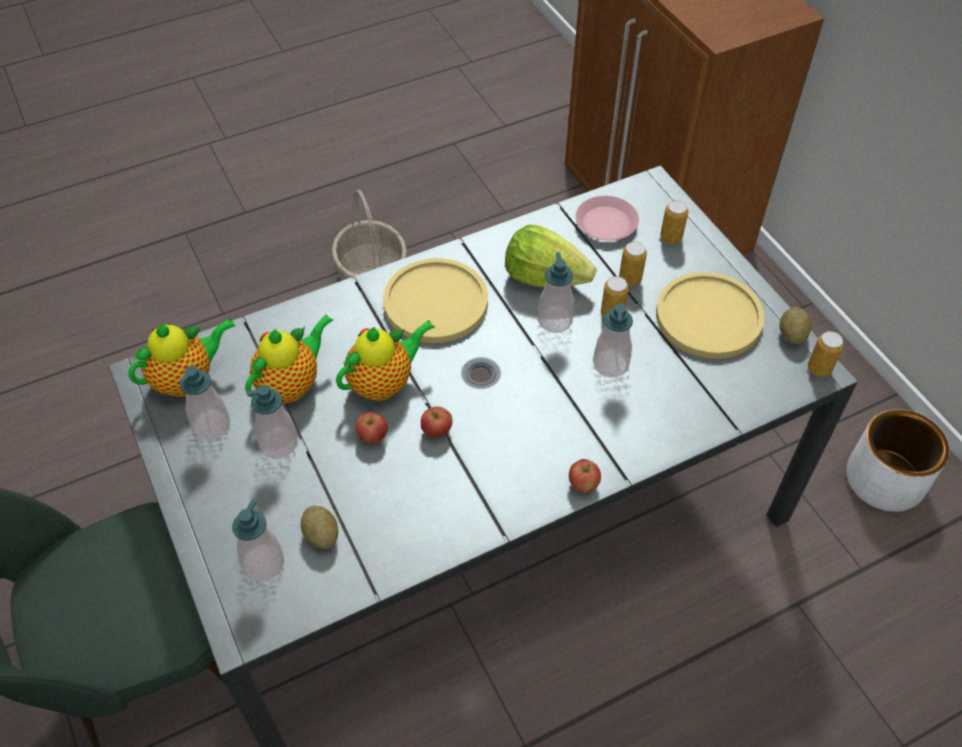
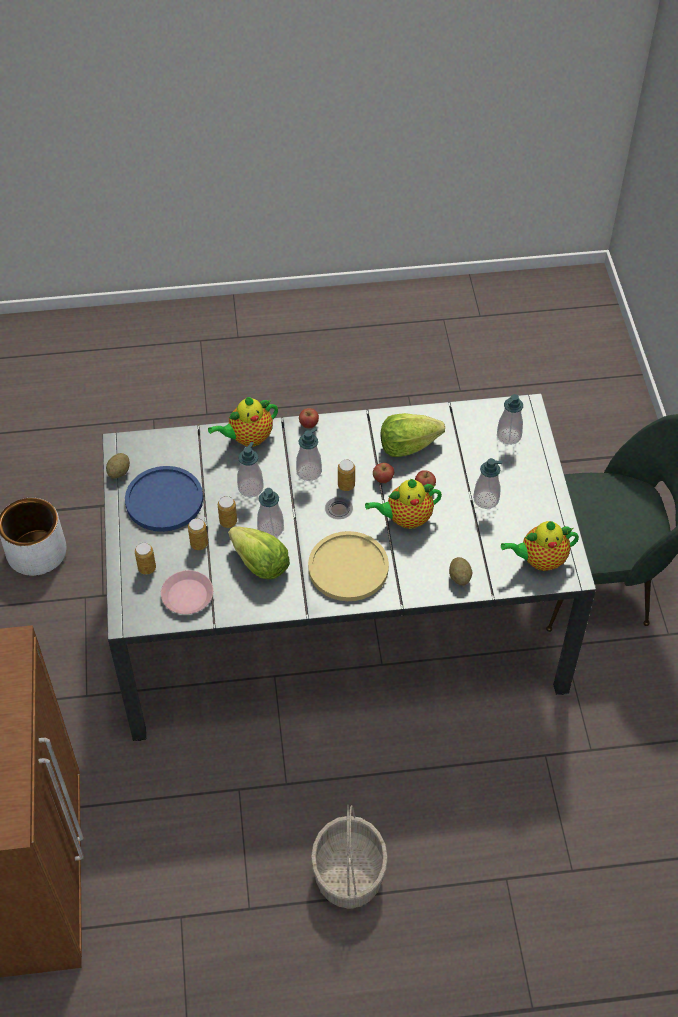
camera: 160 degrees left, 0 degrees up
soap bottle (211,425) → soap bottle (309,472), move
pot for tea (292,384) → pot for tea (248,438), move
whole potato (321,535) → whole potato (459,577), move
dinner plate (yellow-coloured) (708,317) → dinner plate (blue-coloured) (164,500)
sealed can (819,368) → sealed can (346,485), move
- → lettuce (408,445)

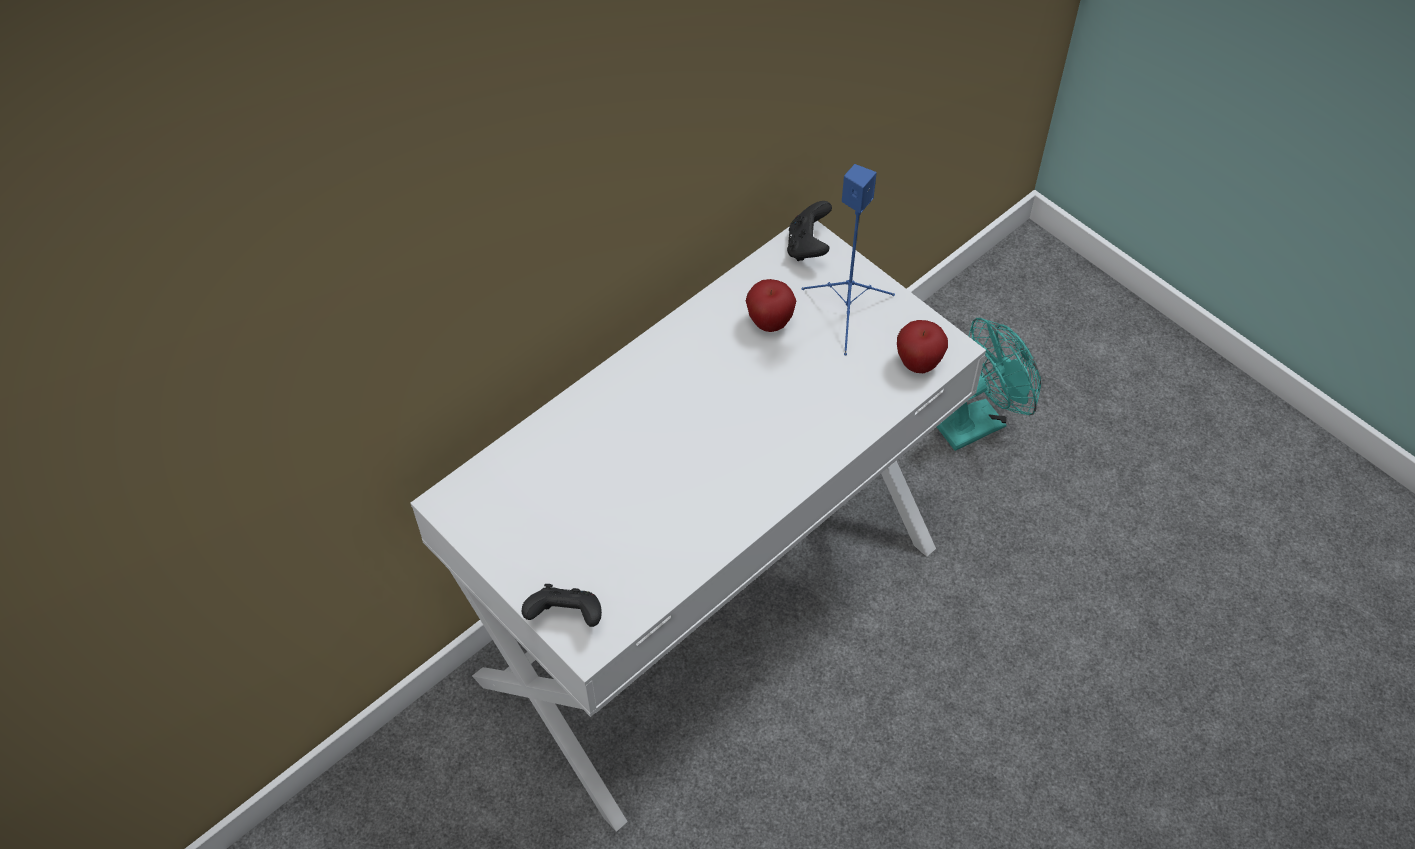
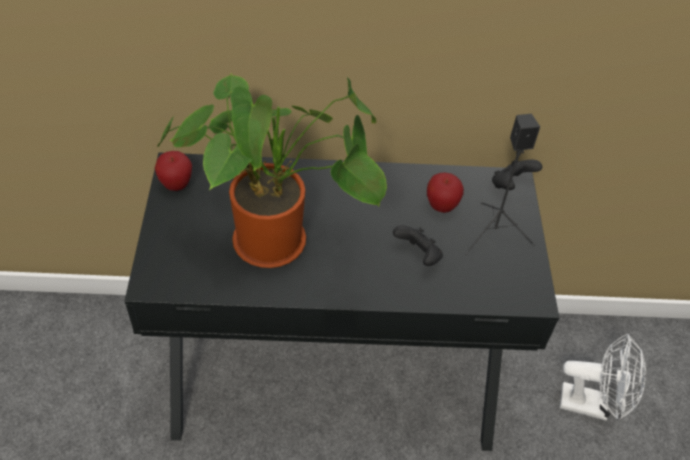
camera: 40 degrees right, 5 degrees down
hall table (whitish) (708,609) → hall table (blackish) (334,373)
gamepad (blackish) (566,617) → gamepad (blackish) (418,256), move
loudspeaker (blue-coloured) (848,311) → loudspeaker (blackish) (495,233)
apple (918,363) → apple (176,185), move
cooling fan (turquoise) (979,421) → cooling fan (whitish) (592,404)
- → potted plant (278,241)

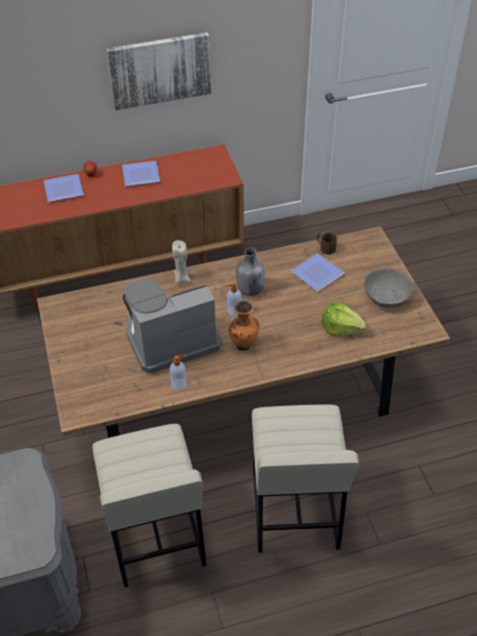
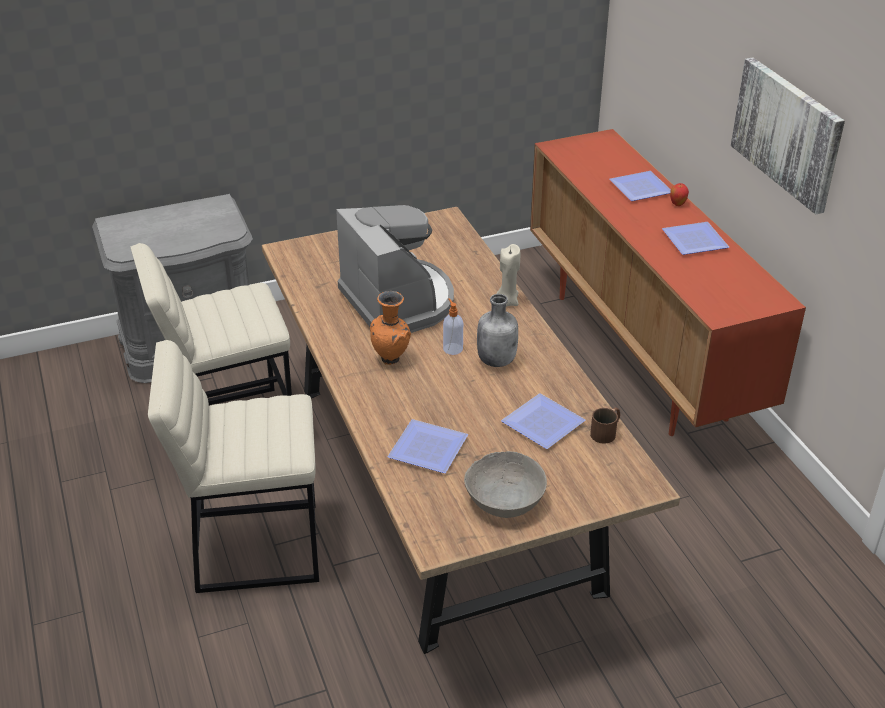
camera: 85 degrees right, 10 degrees down
soap bottle (179,384) → -
lettuce (340,328) → dinner plate (431,448)

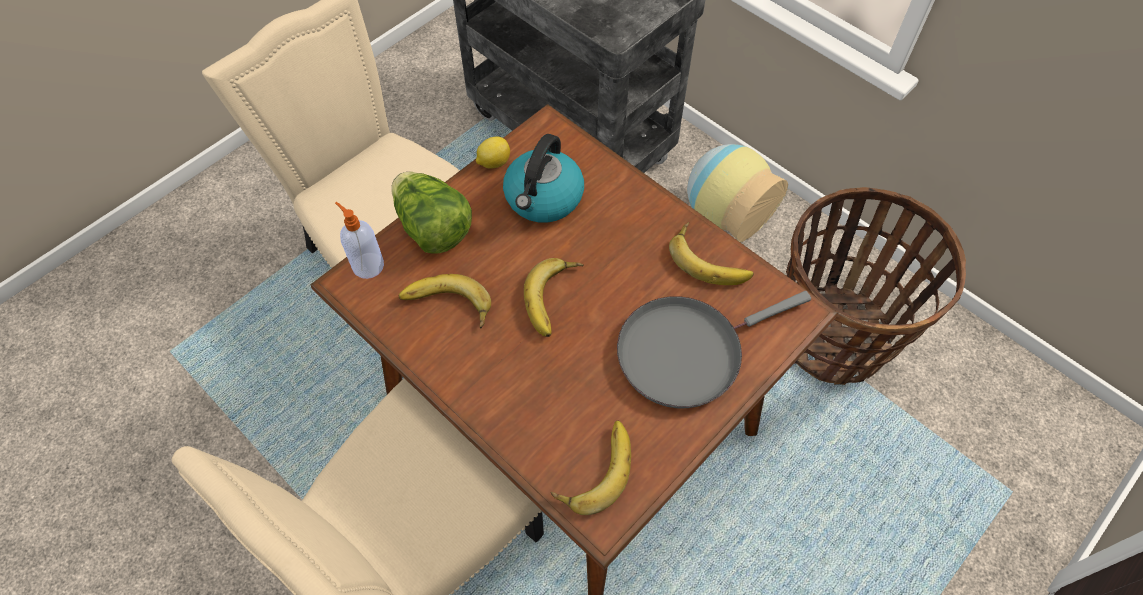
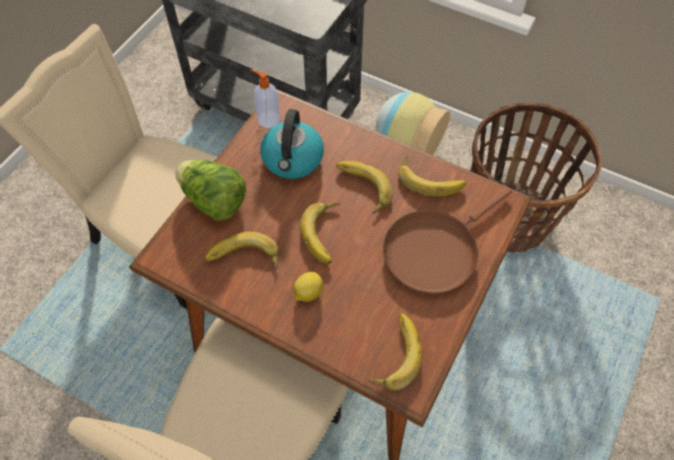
camera: 15 degrees left, 0 degrees up
soap bottle (367,265) → soap bottle (268,119), move
whole lemon (493,162) → whole lemon (308,293), move
pan (gray) (686,351) → pan (brownish) (434,250)
- → banana fruit (361,188)

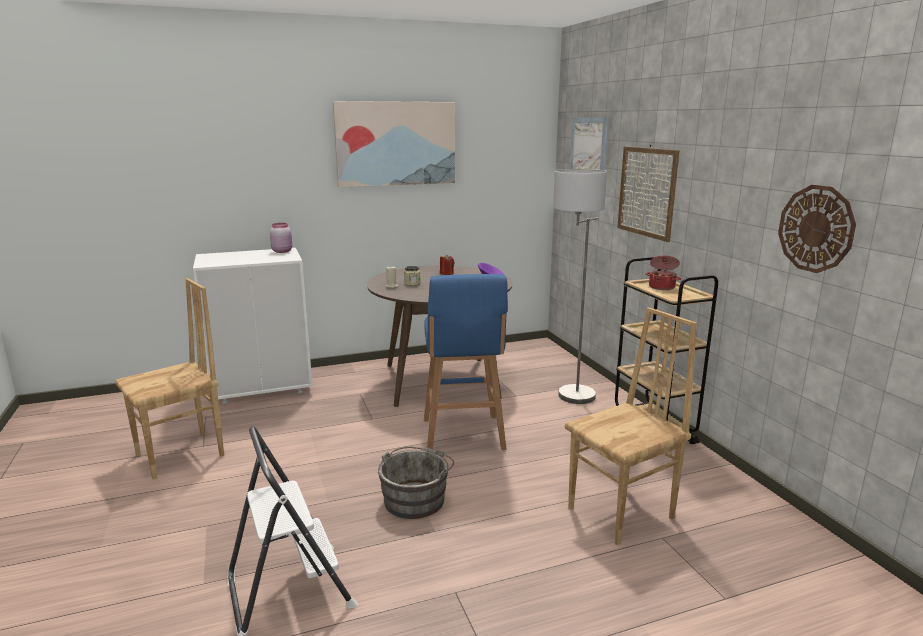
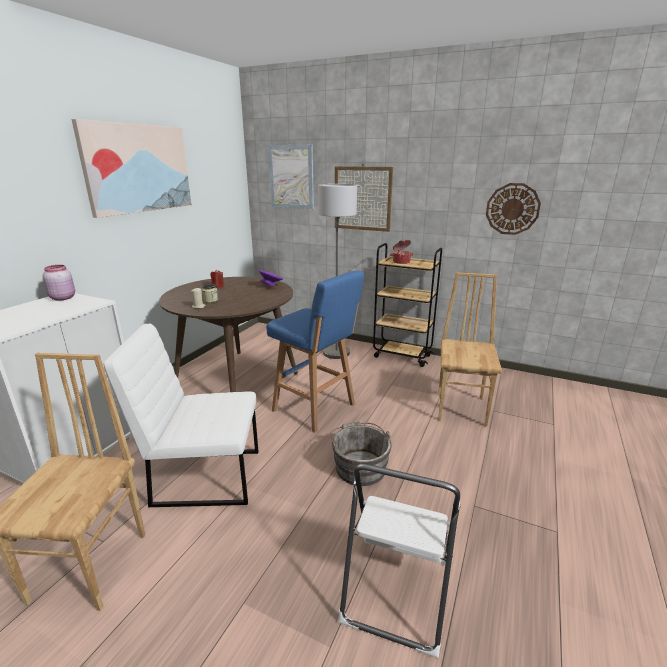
camera: 45 degrees left, 5 degrees up
- → plain chair (whitish) (204,476)

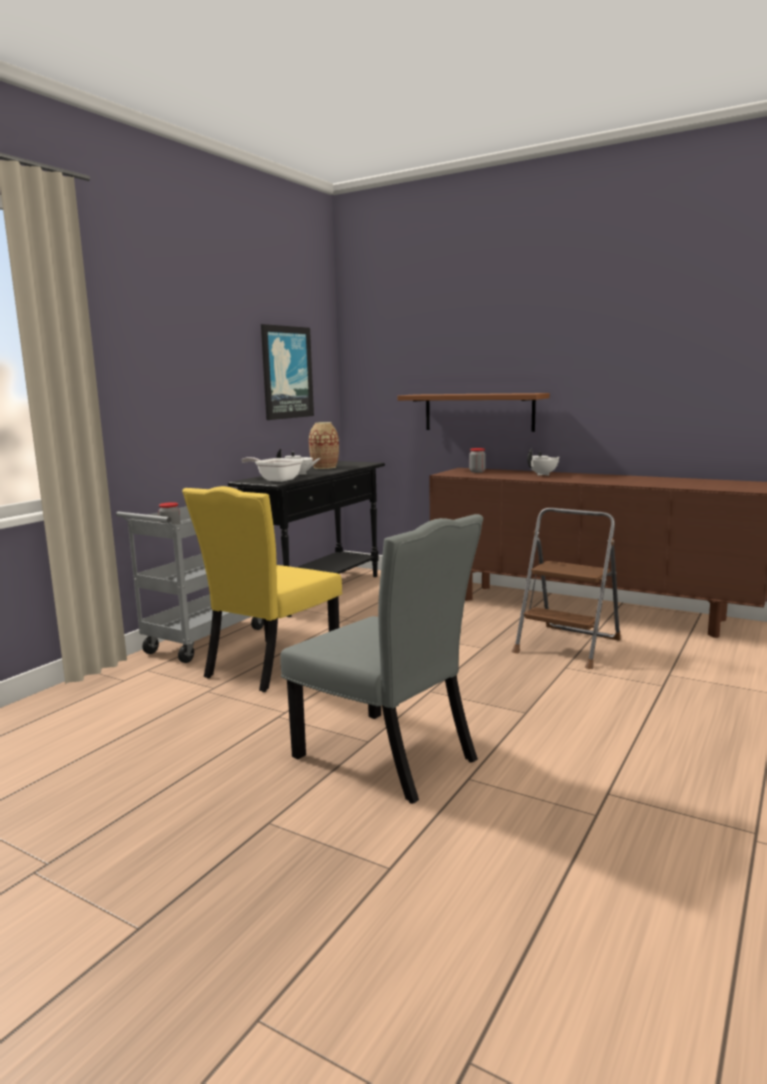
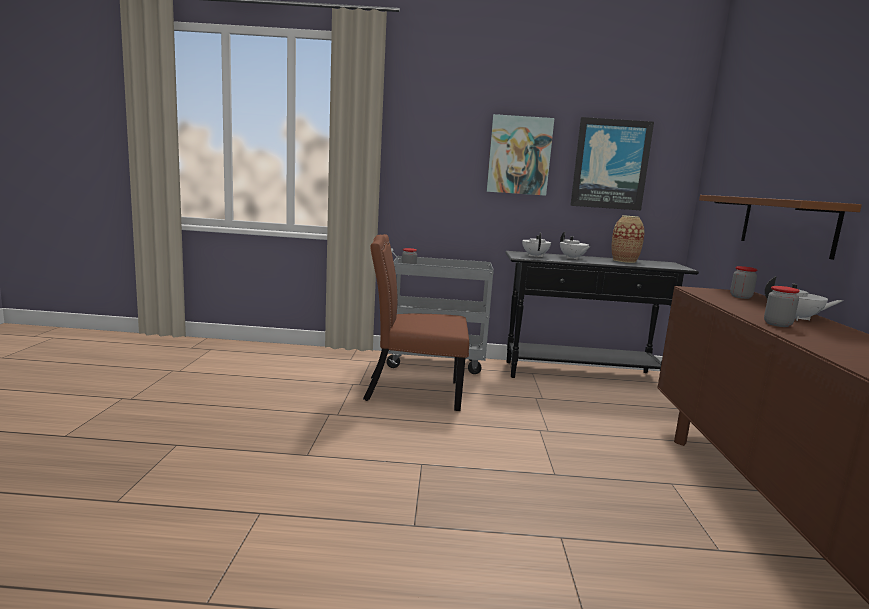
camera: 60 degrees right, 0 degrees up
plain chair (yellow-coloured) (272,664) → plain chair (brownish) (416,392)
pan (276,480) → pot for tea (whitish) (535,256)
plain chair (gray) (384,755) → -
step stool (brownish) (569,644) → -
- → wall art (519,155)
- → storage jar (777,324)

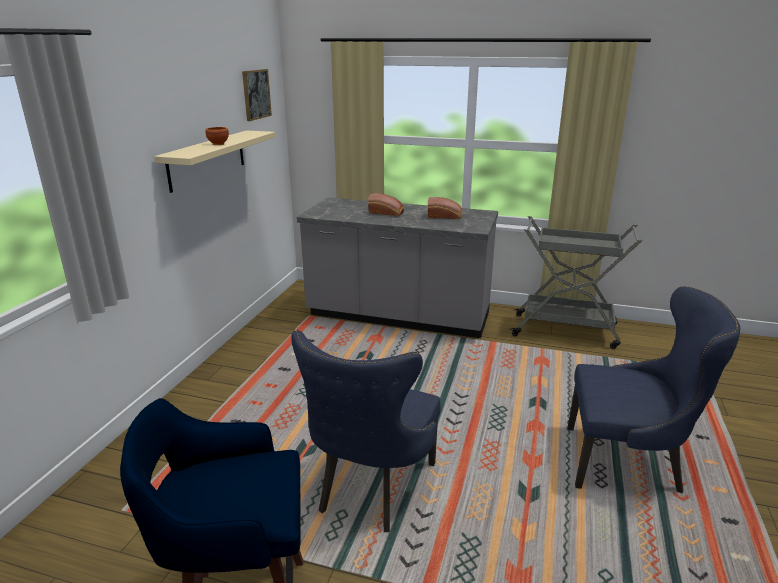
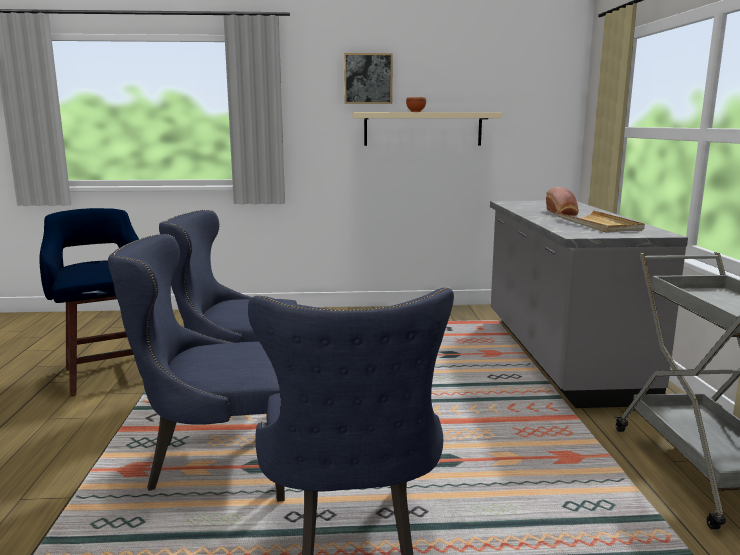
camera: 70 degrees right, 10 degrees down
wall art (256,94) → wall art (368,78), move
baked bread (445,216) → carrying tray (beige-coloured) (598,225)
- → plain chair (blue-coloured) (214,462)

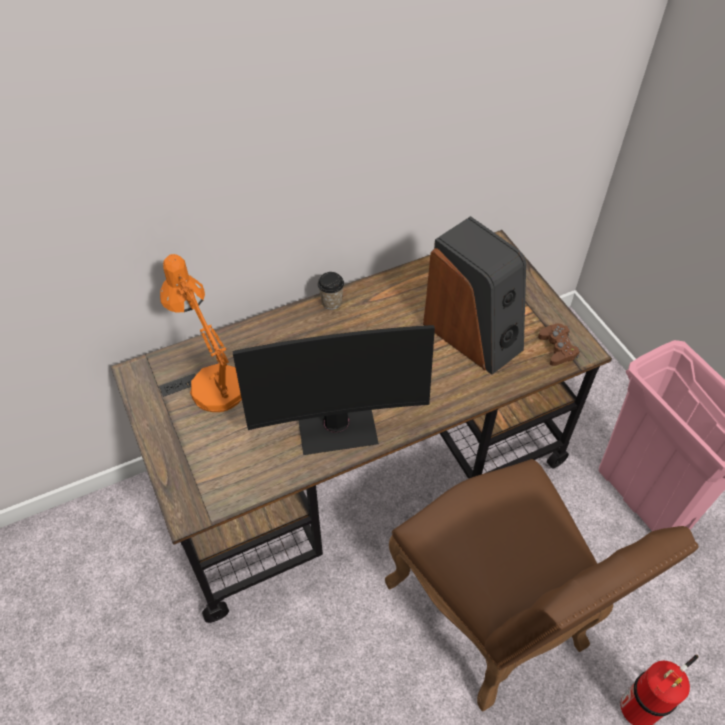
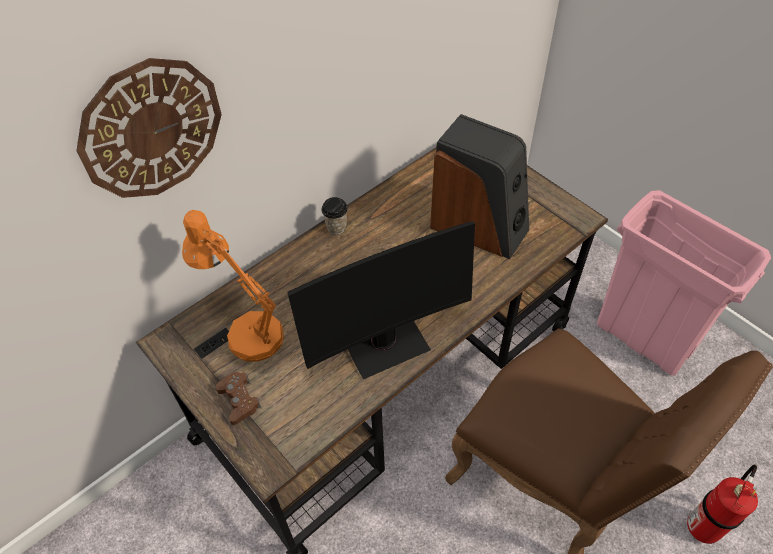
camera: 15 degrees left, 0 degrees up
gamepad (brownish) (557,348) → gamepad (brownish) (239,400), move
- → clock on the wall (151,129)

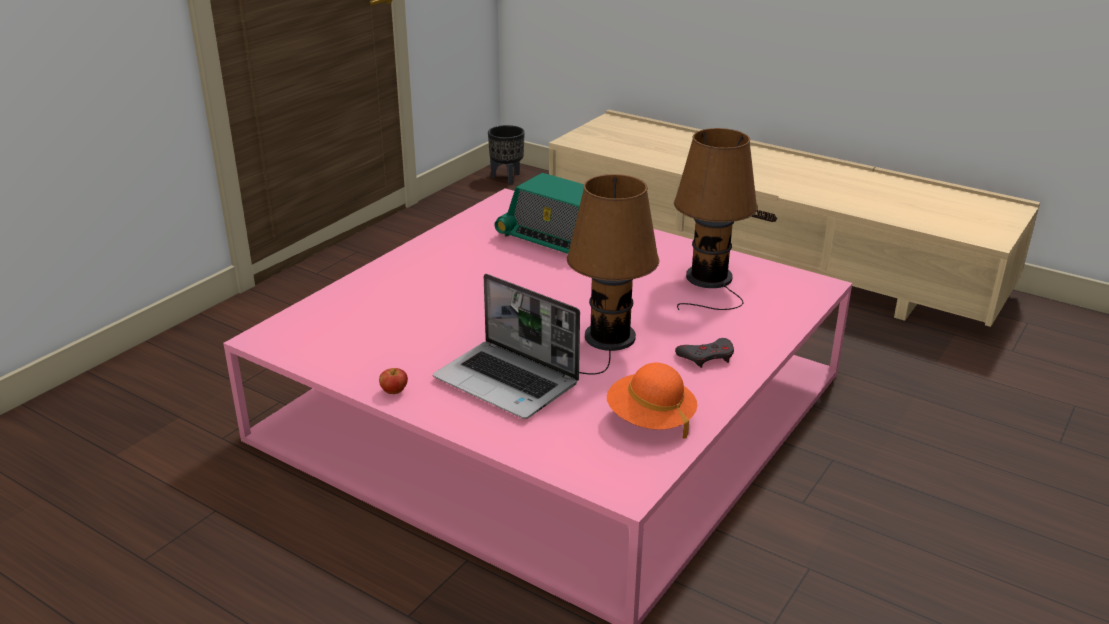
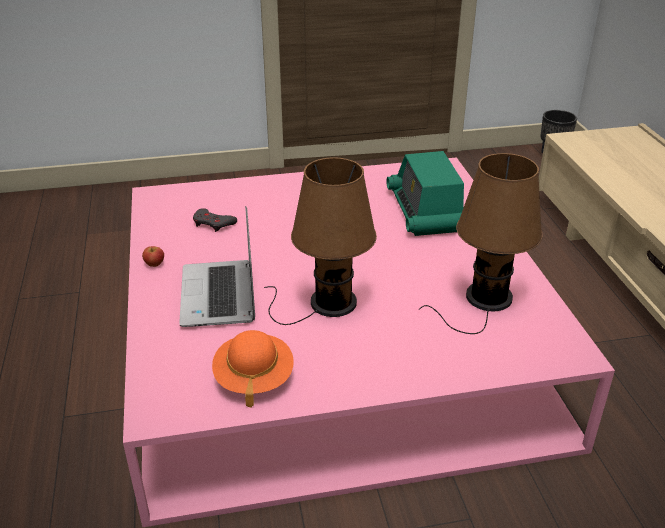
camera: 45 degrees right, 5 degrees up
gamepad (gray) (707,357) → gamepad (gray) (213,223), move

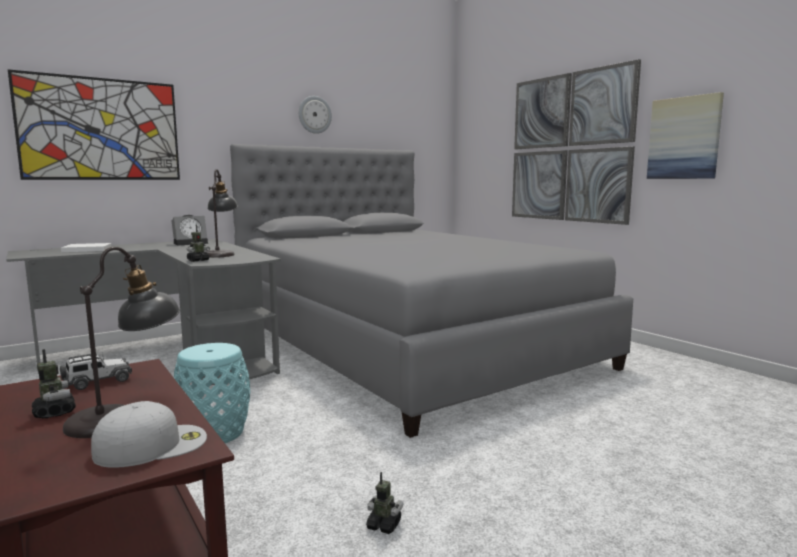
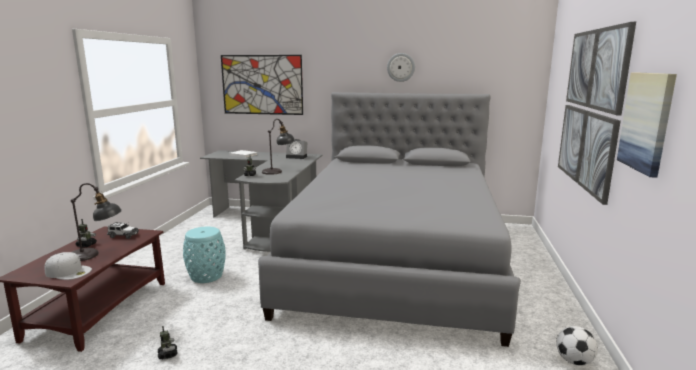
camera: 45 degrees right, 5 degrees up
- → football (574,361)

